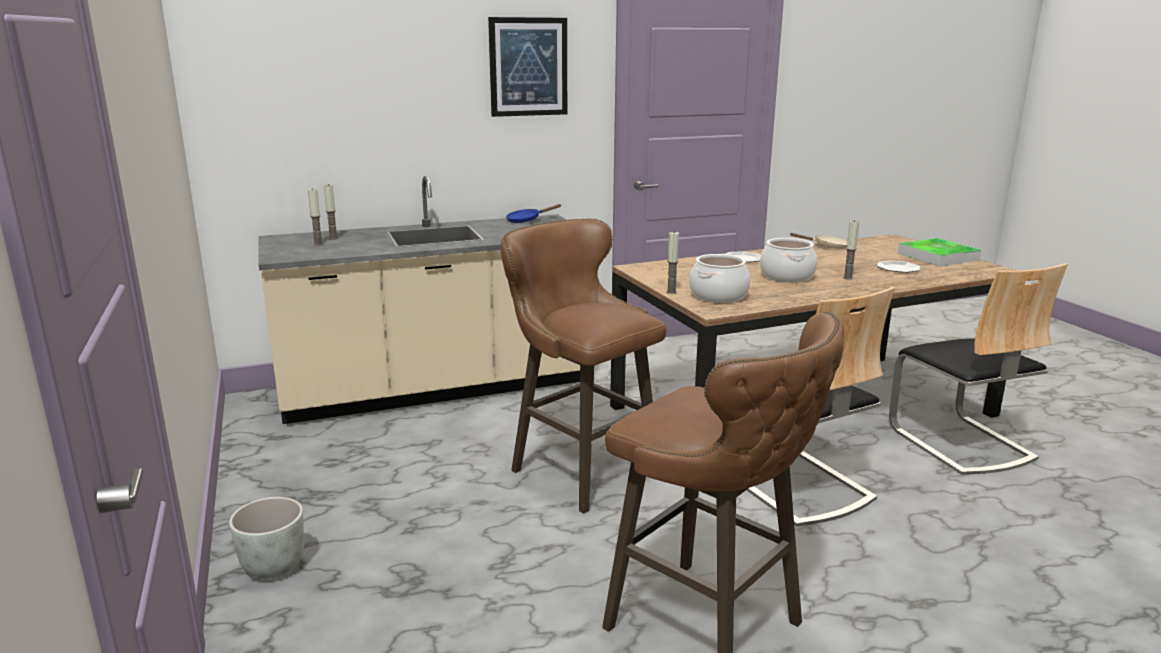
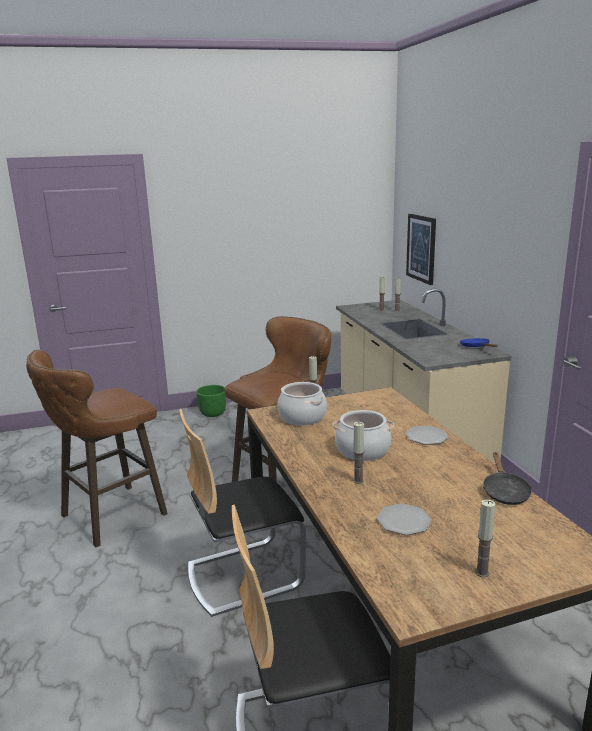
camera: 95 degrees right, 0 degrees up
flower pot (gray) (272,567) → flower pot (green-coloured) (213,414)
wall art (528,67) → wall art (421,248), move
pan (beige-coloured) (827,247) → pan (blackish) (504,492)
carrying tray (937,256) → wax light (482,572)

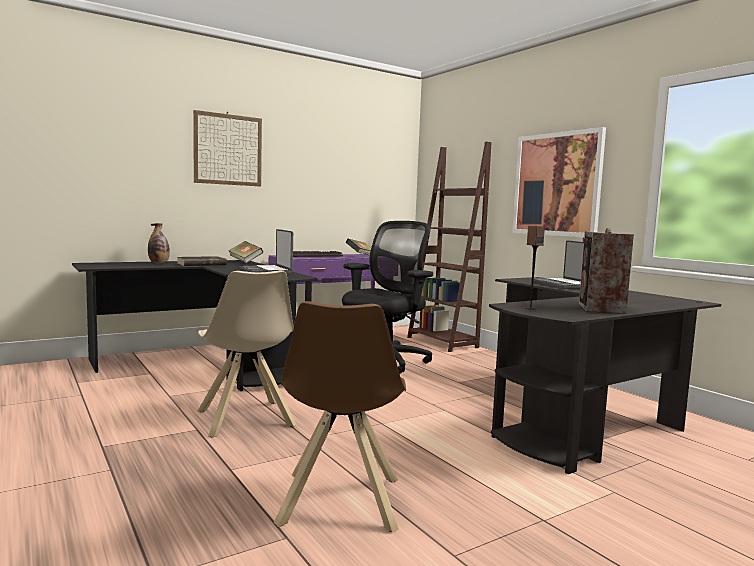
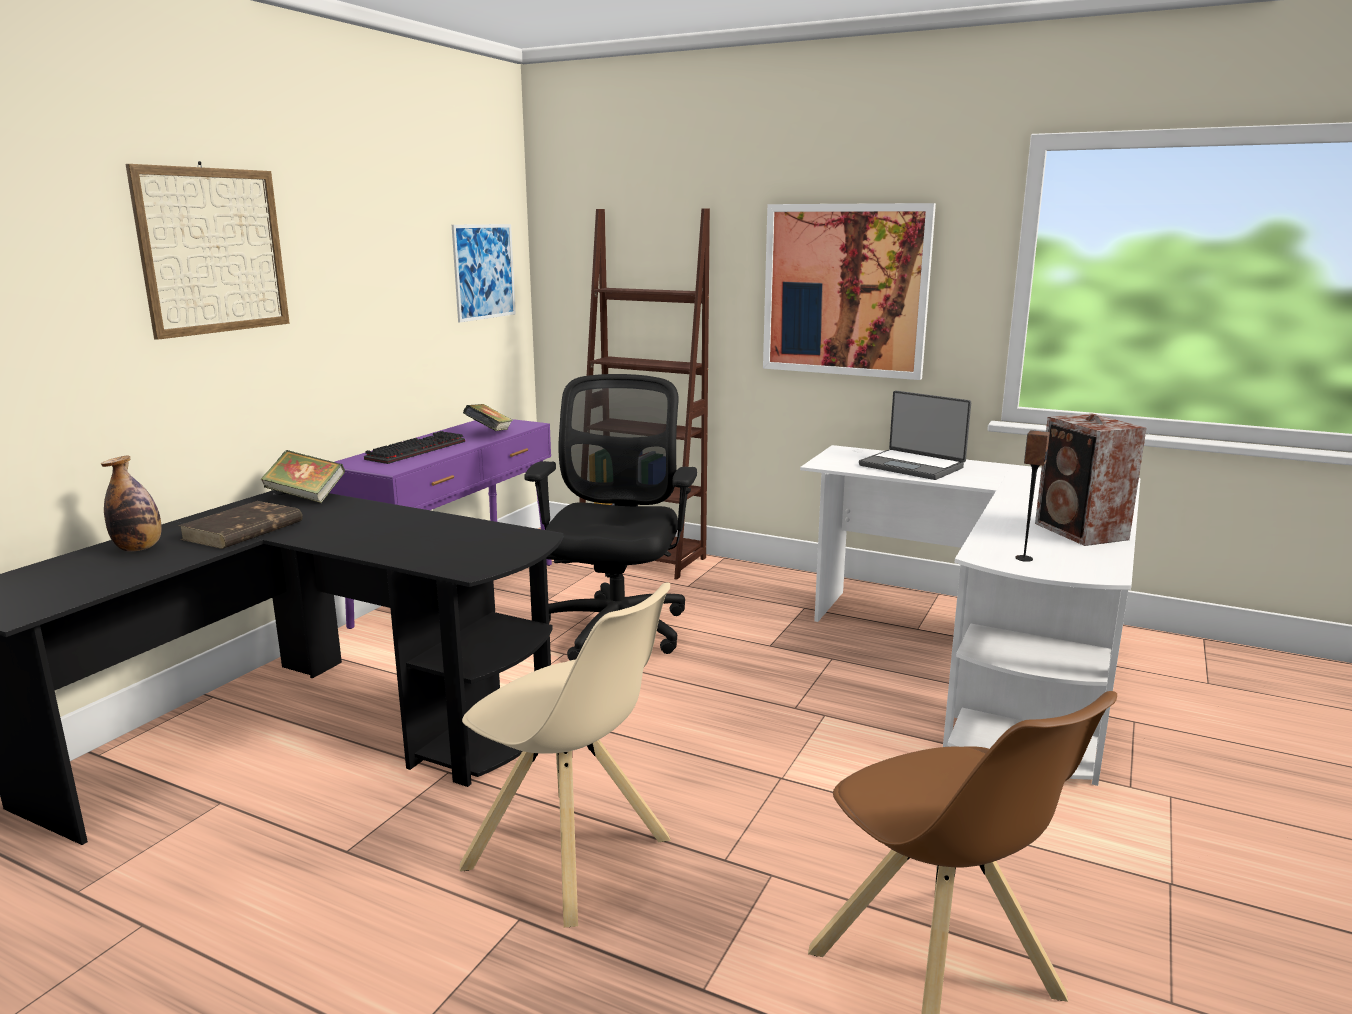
camera: 30 degrees left, 10 degrees up
portable computer (266,271) → -
desk table (blackish) (580,415) → desk table (whitish) (982,663)
- → wall art (484,271)

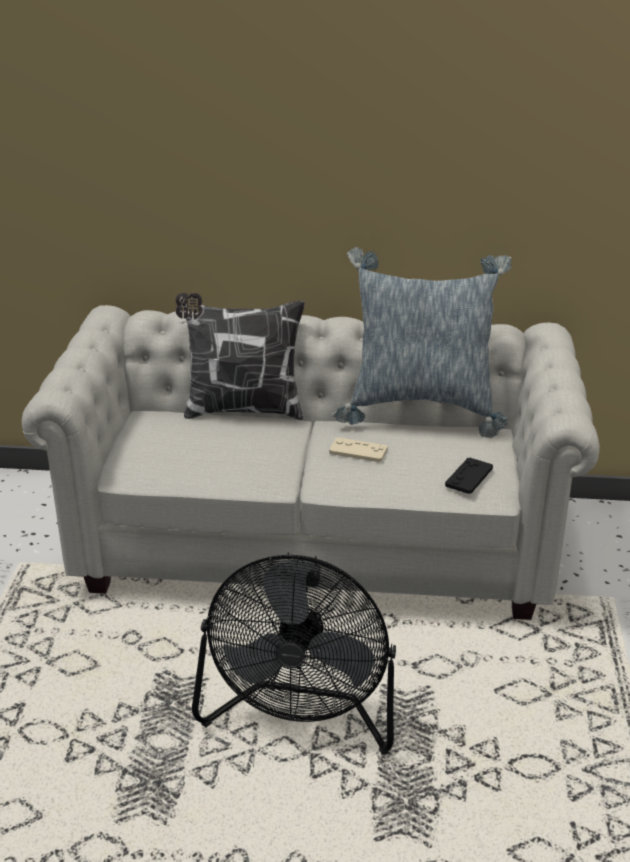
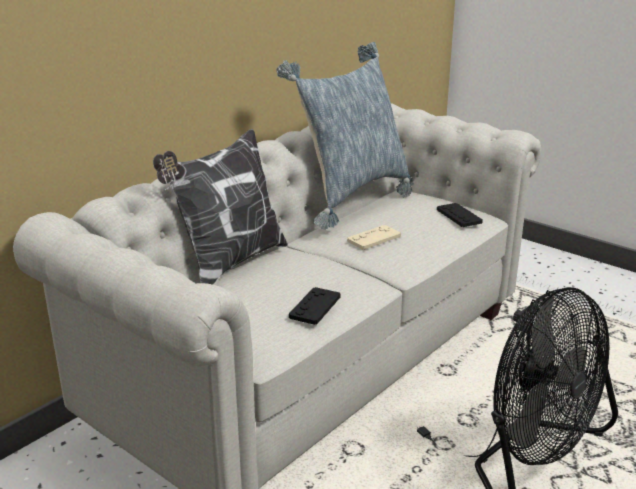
camera: 55 degrees left, 5 degrees down
- → gamepad (blackish) (315,307)

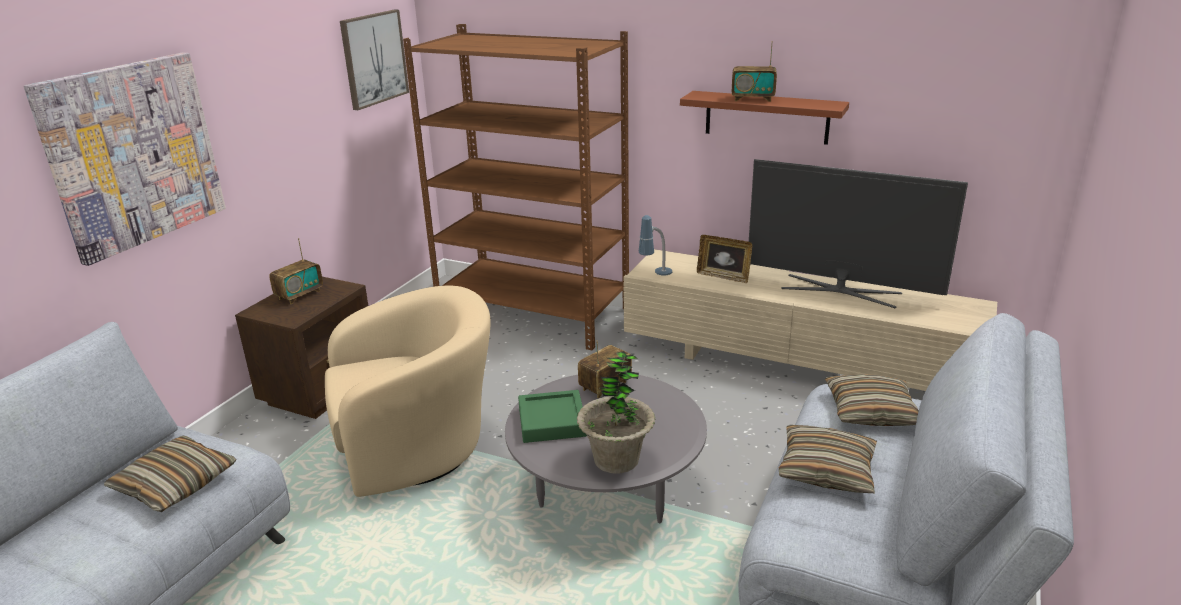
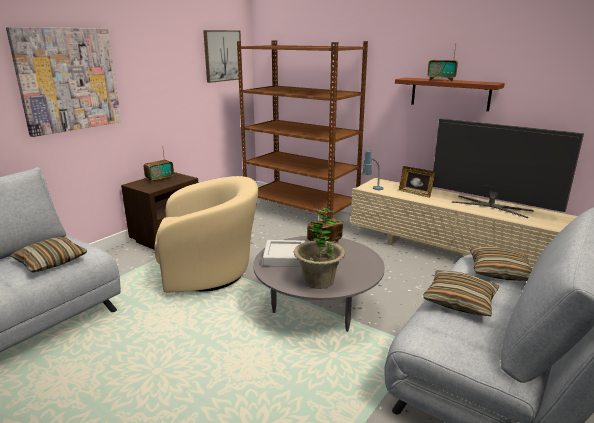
camera: 10 degrees right, 5 degrees down
carrying tray (green-coloured) (552,422) → carrying tray (gray) (285,257)

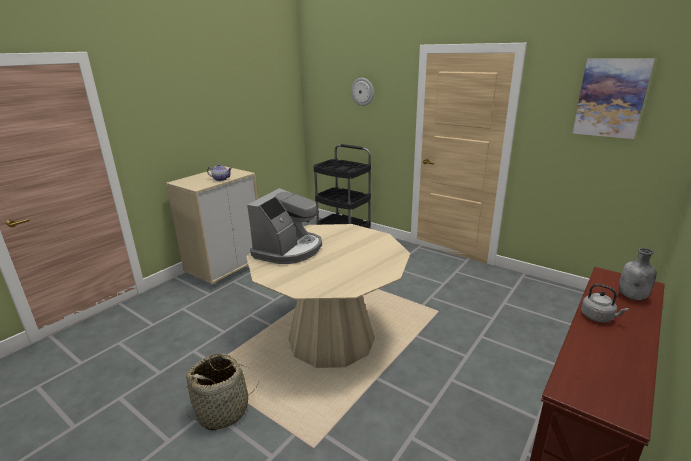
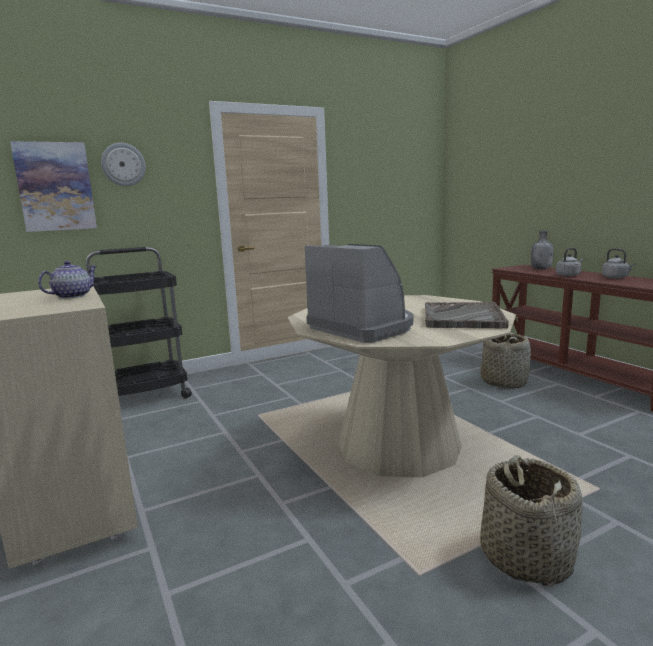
camera: 65 degrees left, 10 degrees down
wall art (611,98) → wall art (55,187), move
- → carrying tray (gray) (462,317)
- → basket (504,382)
- → tea kettle (gray) (616,277)

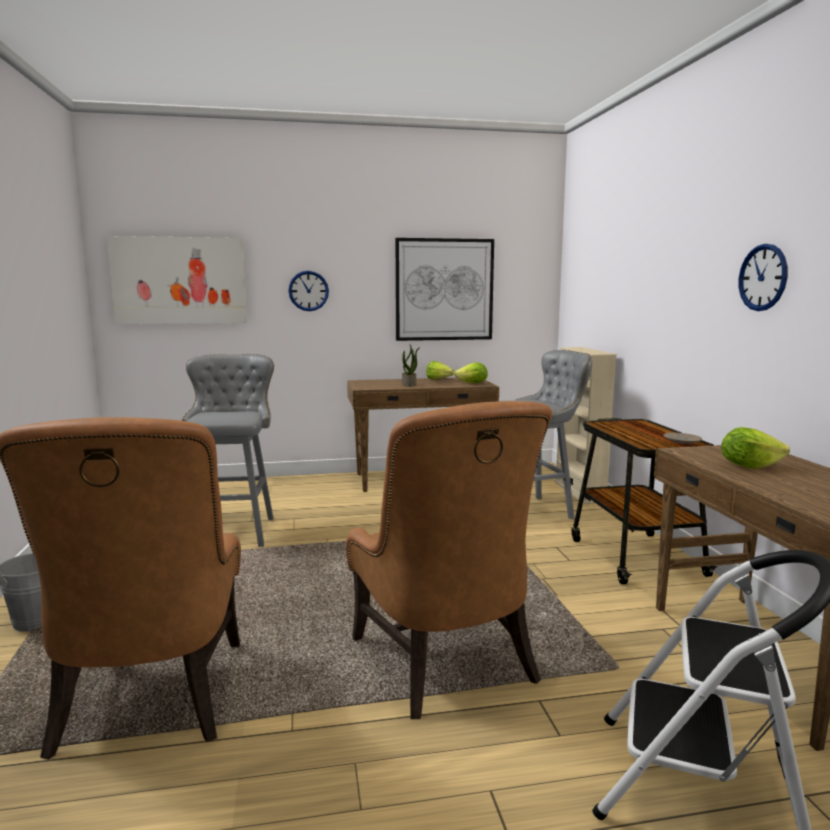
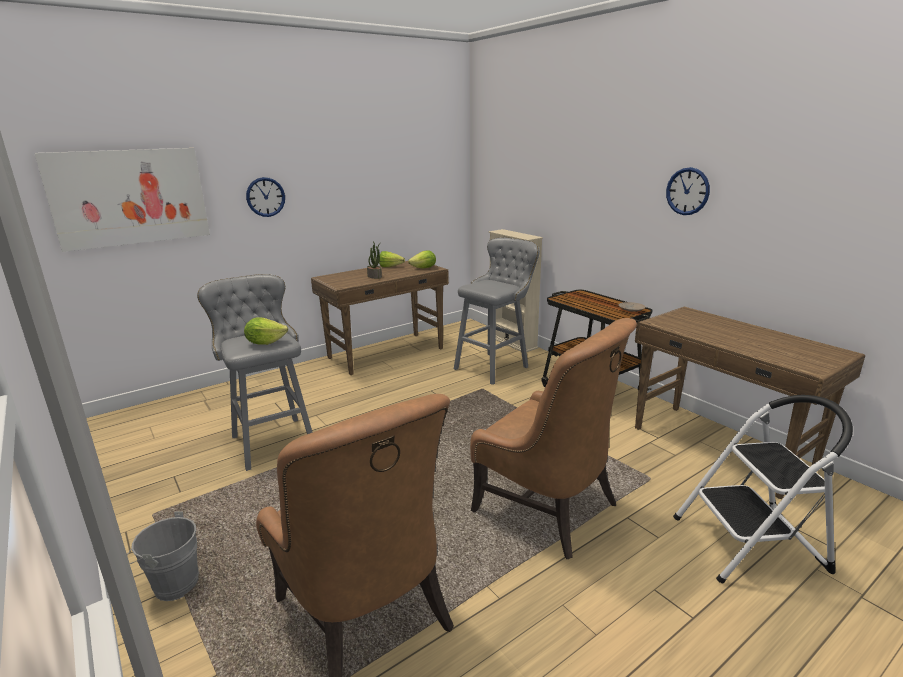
camera: 25 degrees left, 10 degrees up
wall art (444,290) → -
lettuce (749,466) → lettuce (265,342), move

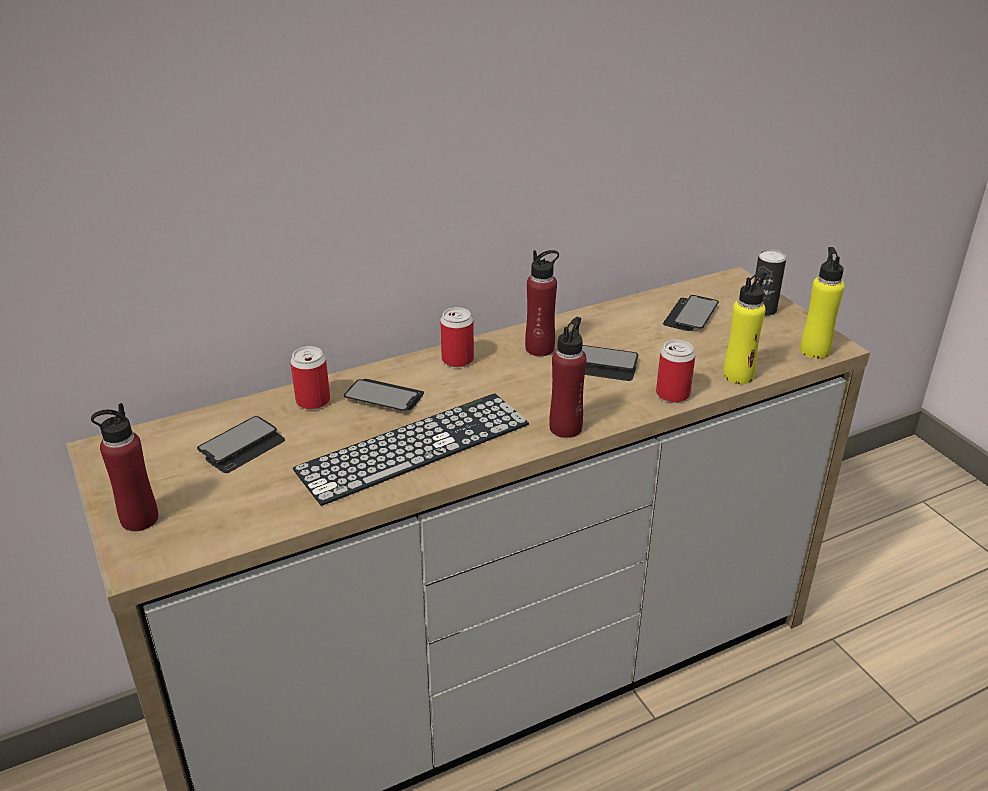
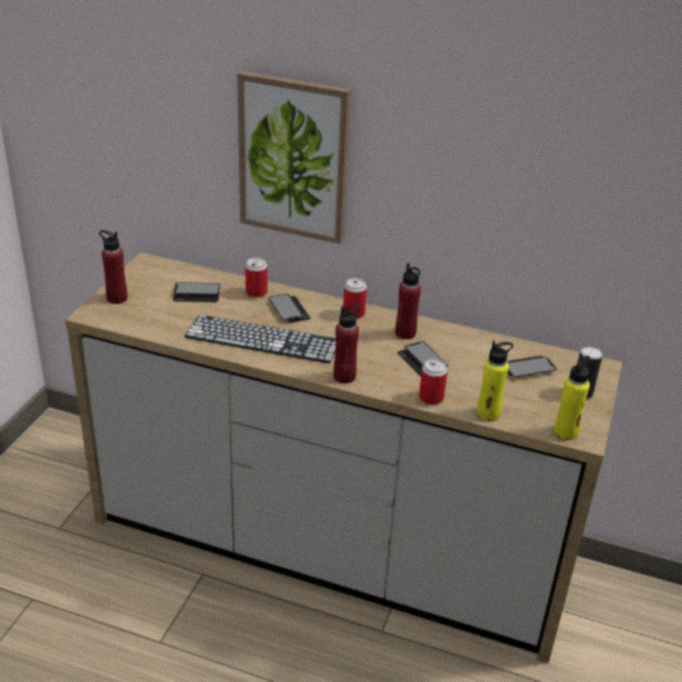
camera: 45 degrees right, 0 degrees up
- → wall art (294,158)

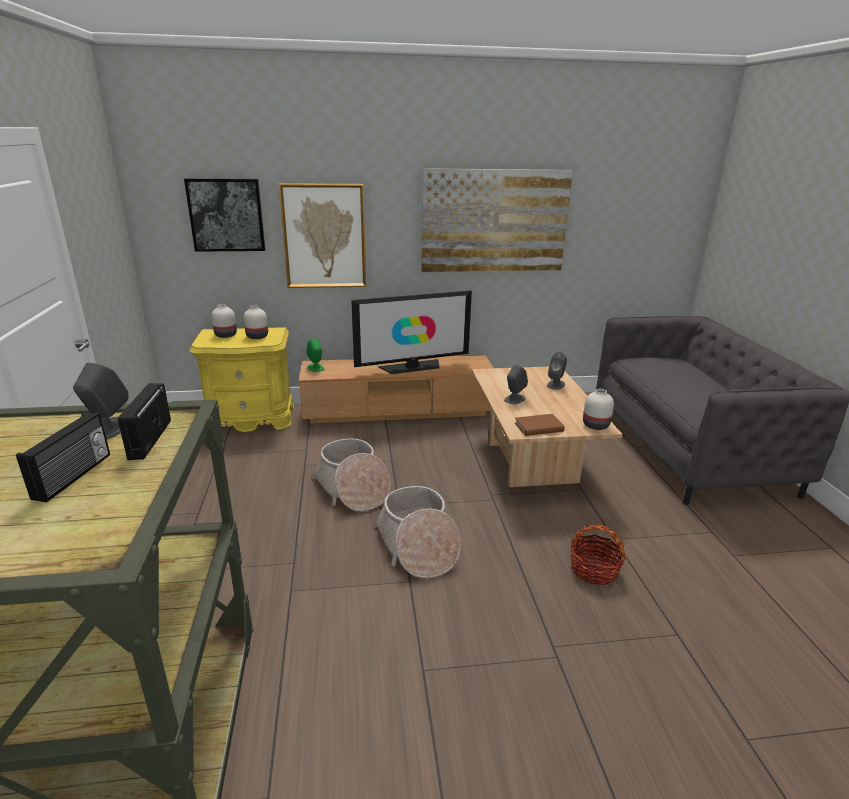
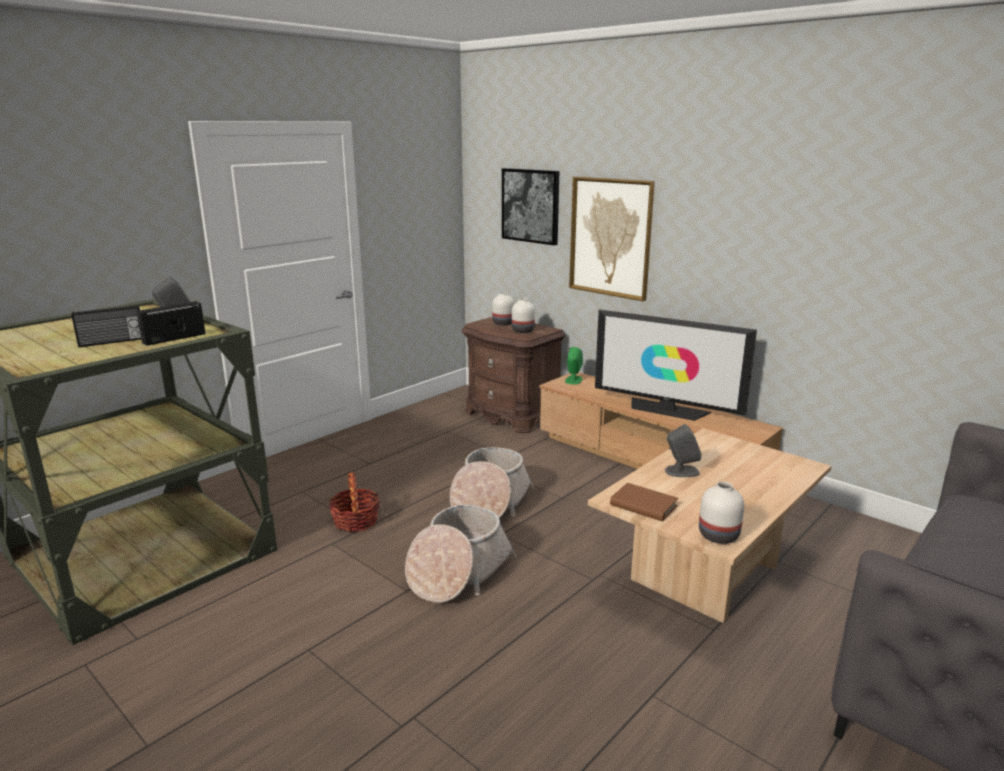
camera: 50 degrees right, 5 degrees down
bedside table (yellow-coloured) (251,419) → bedside table (brownish) (509,415)
wall art (494,221) → -
loudspeaker (gray) (556,384) → -
basket (593,570) → basket (355,521), move

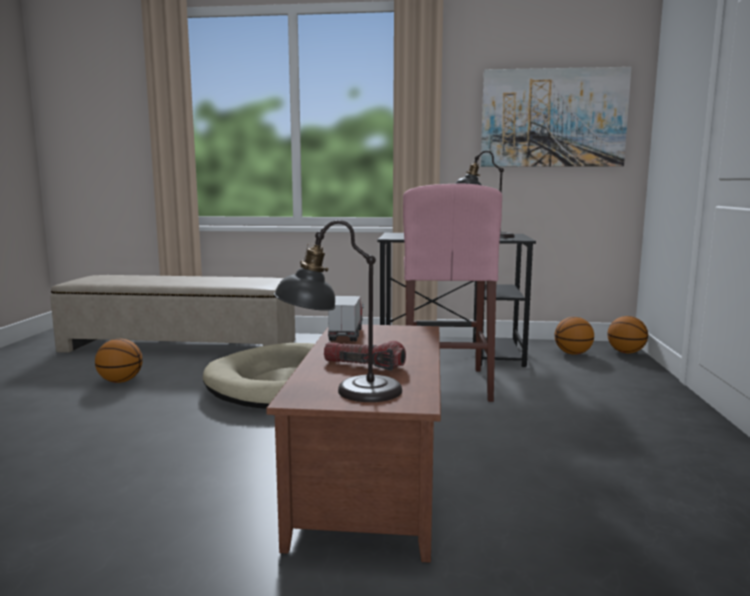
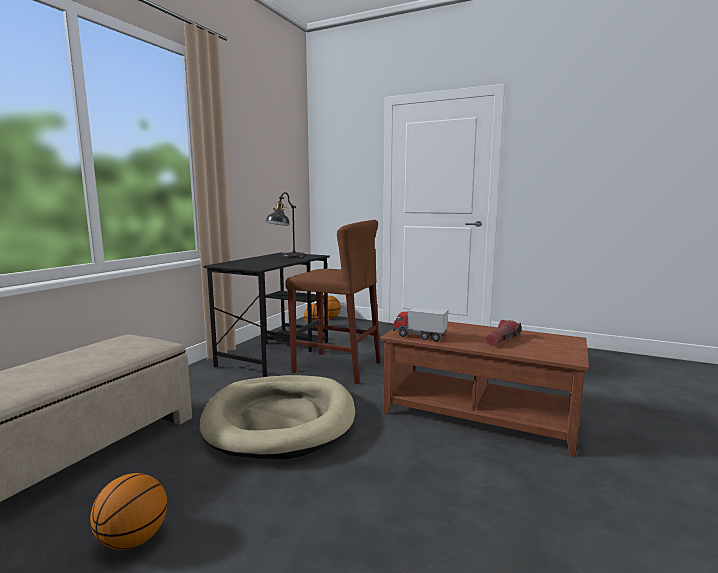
camera: 70 degrees left, 0 degrees up
tabletop lamp (gray) (341,391) → -
sitting stool (pink-coloured) (445,383) → sitting stool (brownish) (337,367)
wall art (553,118) → -

